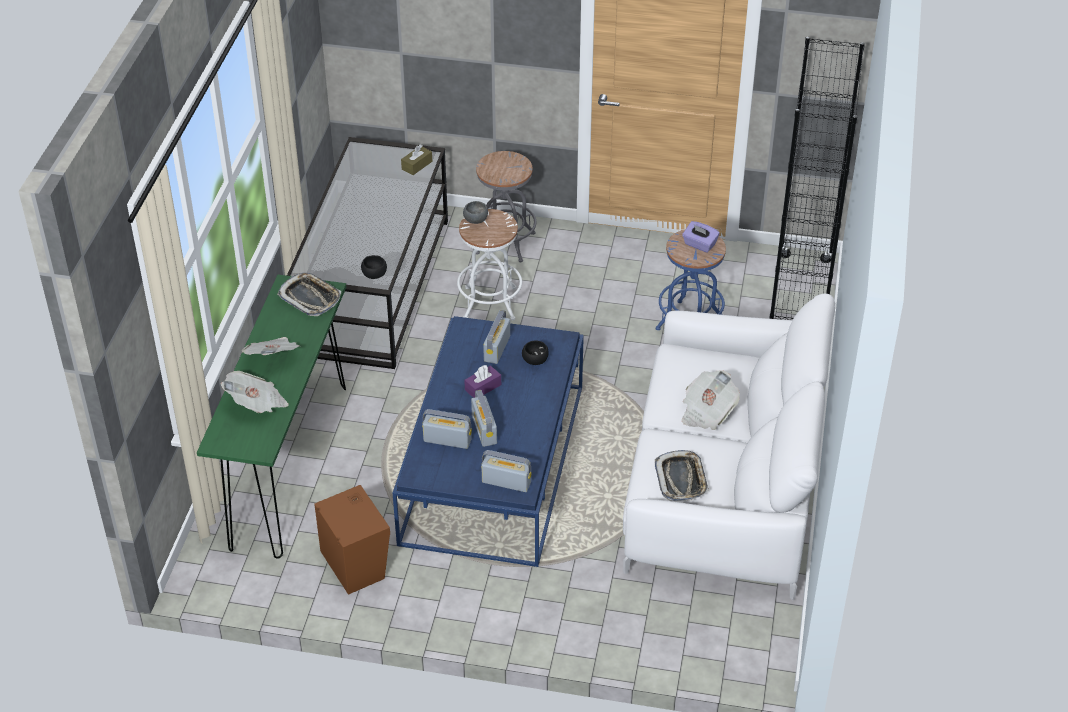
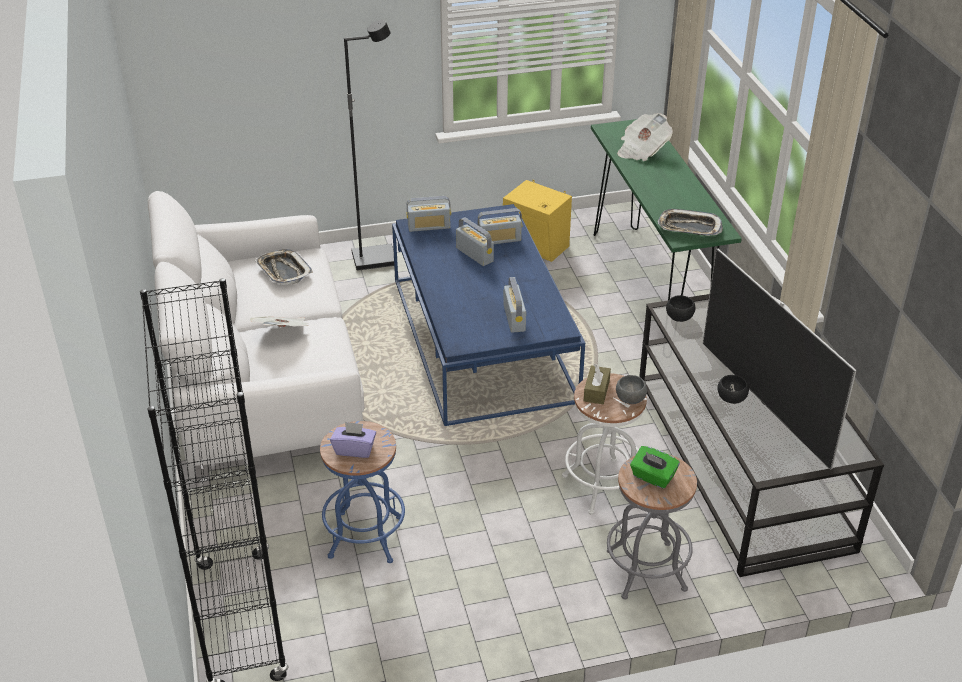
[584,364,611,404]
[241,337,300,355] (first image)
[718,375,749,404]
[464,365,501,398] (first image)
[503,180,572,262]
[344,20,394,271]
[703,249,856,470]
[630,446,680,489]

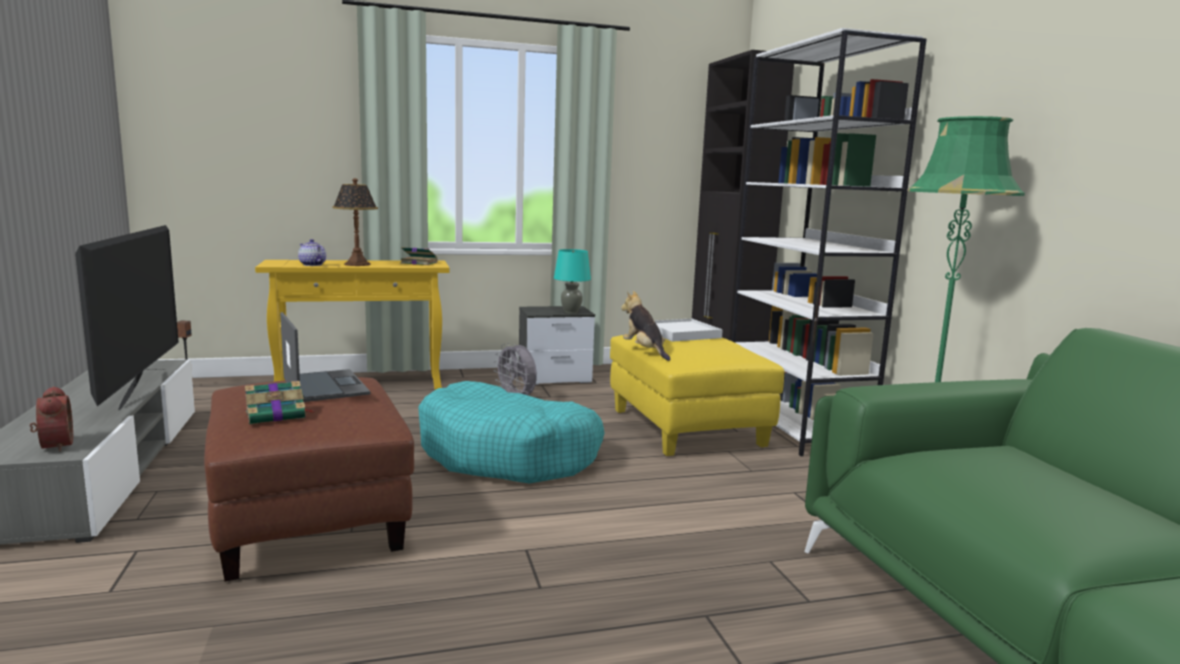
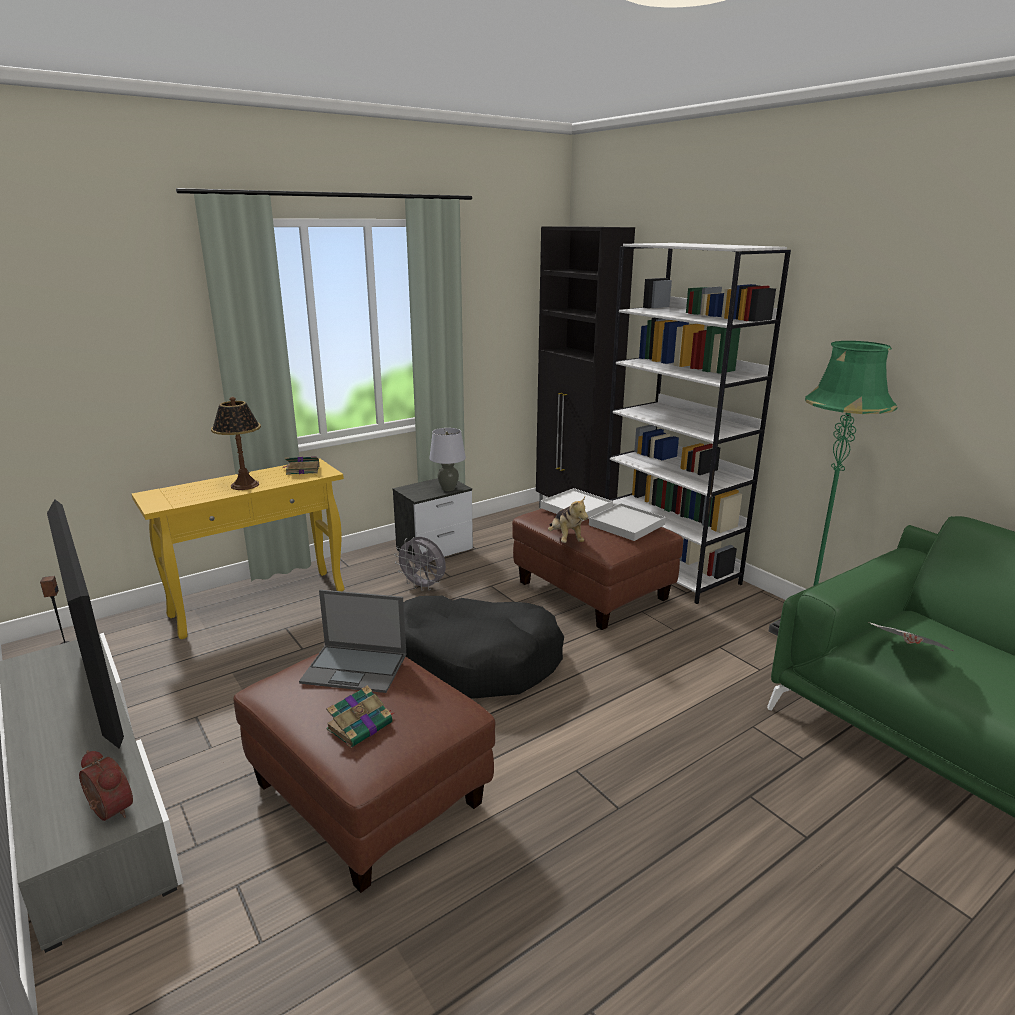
[298,239,326,266] (first image)
[429,428,466,491]
[548,497,588,543]
[299,590,407,693]
[512,509,683,630]
[404,596,564,698]
[589,503,666,541]
[869,622,953,651]

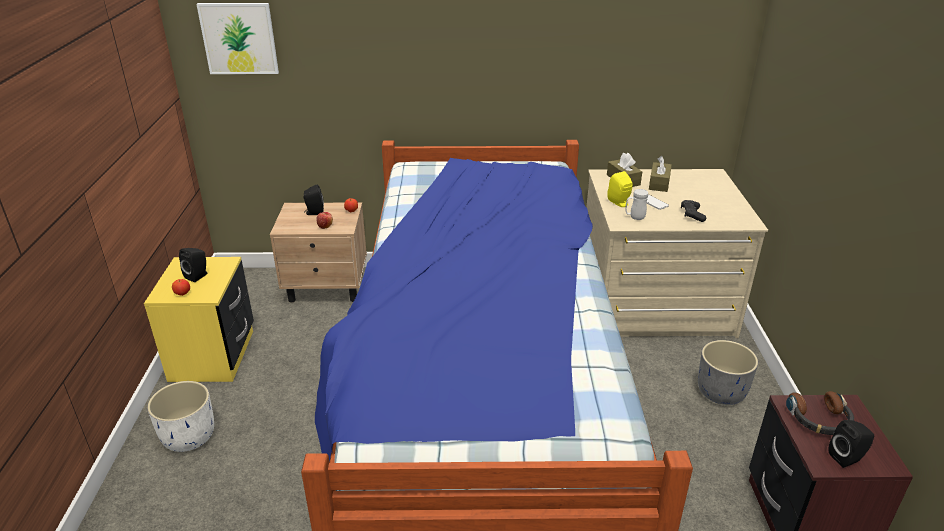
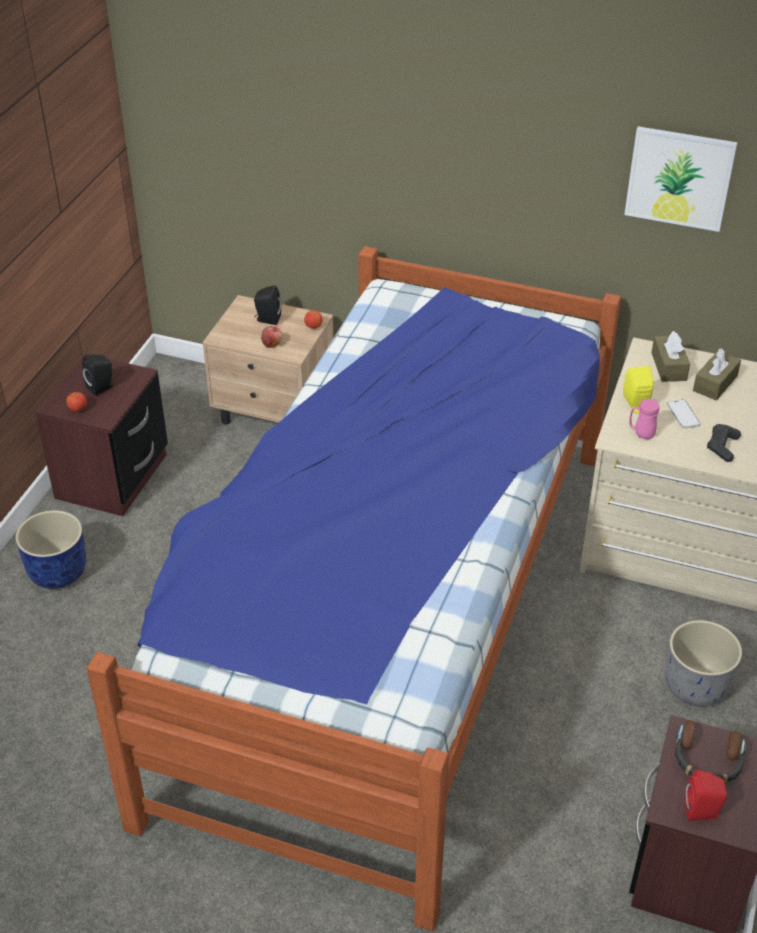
[624,126,737,232]
[629,399,660,439]
[35,354,168,516]
[16,510,86,589]
[684,770,727,821]

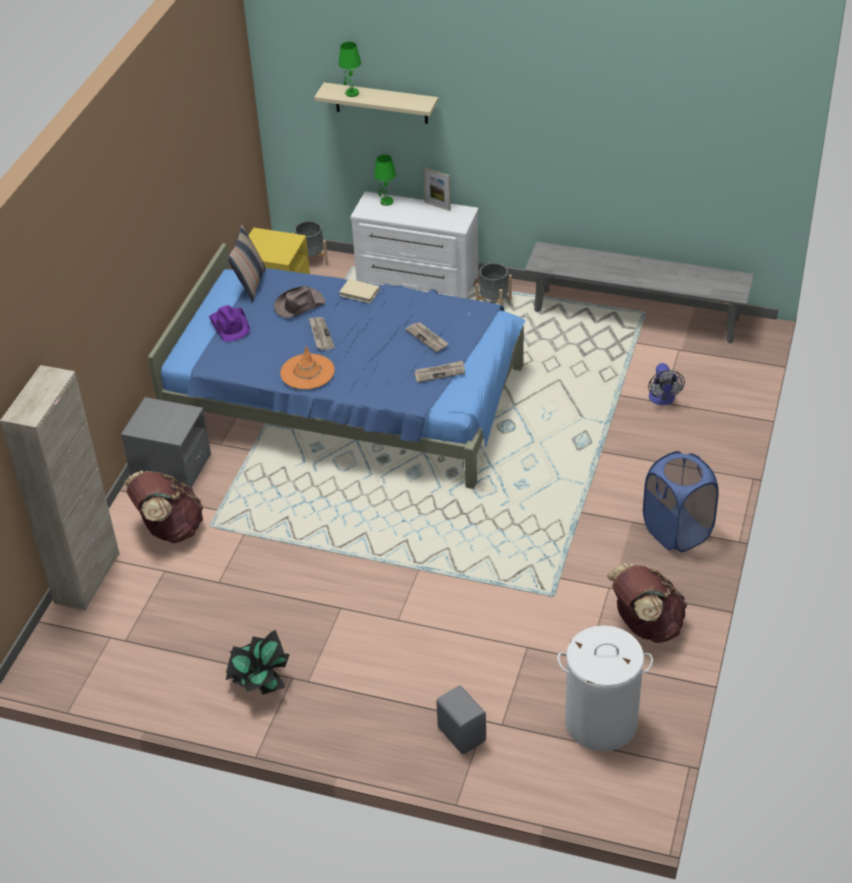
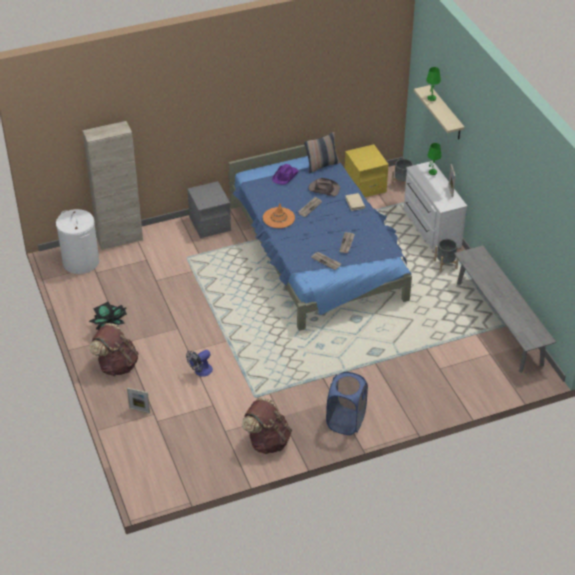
[186,350,213,377]
[89,323,139,376]
[56,209,99,274]
[127,388,150,413]

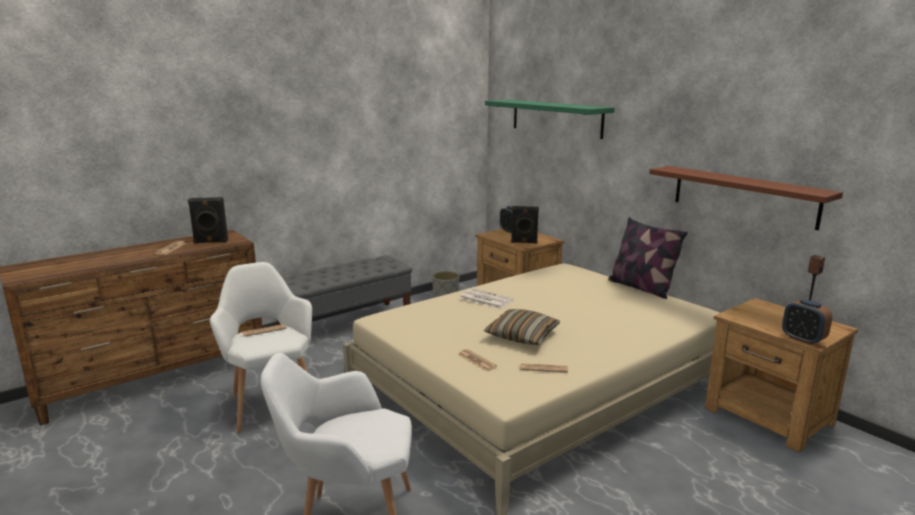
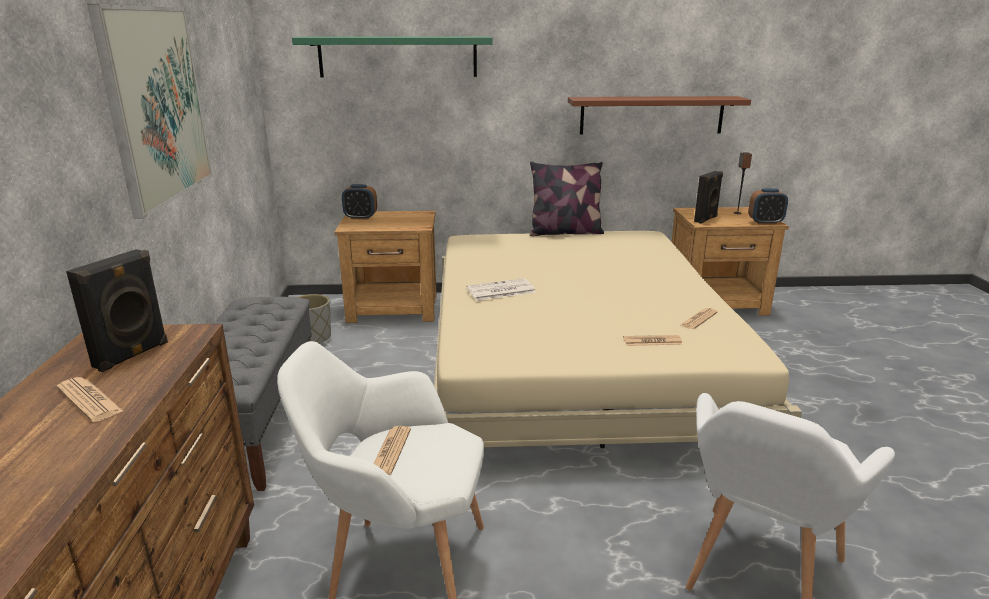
[694,171,723,224]
[484,309,560,345] (first image)
[87,4,213,219]

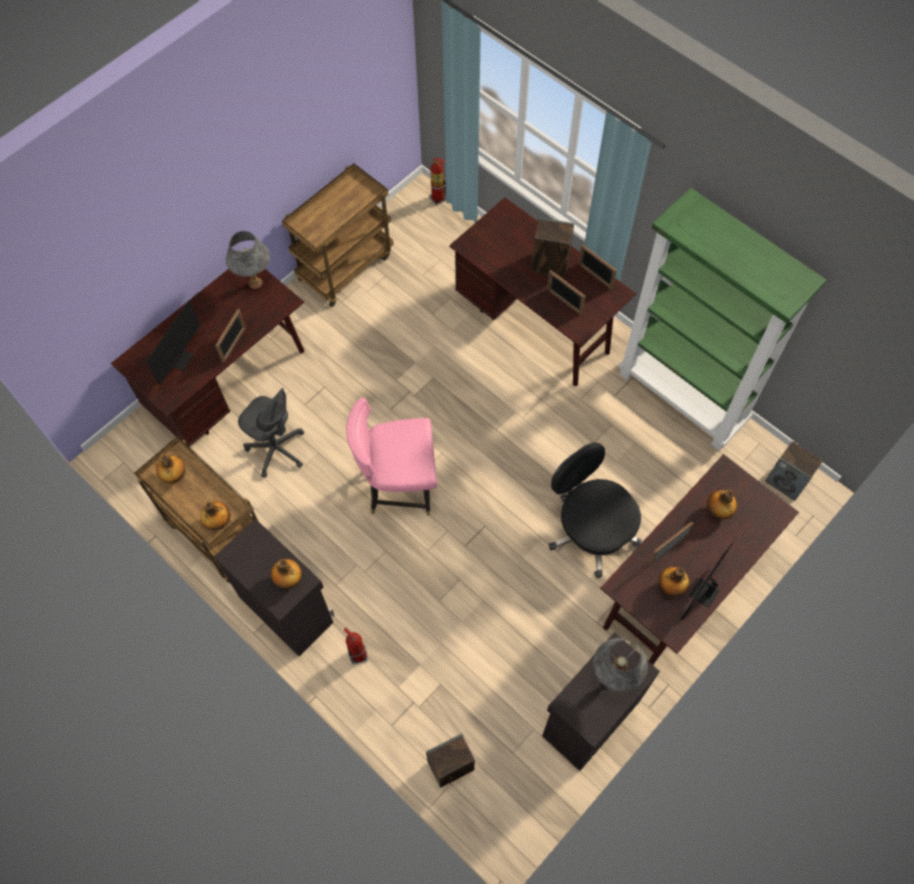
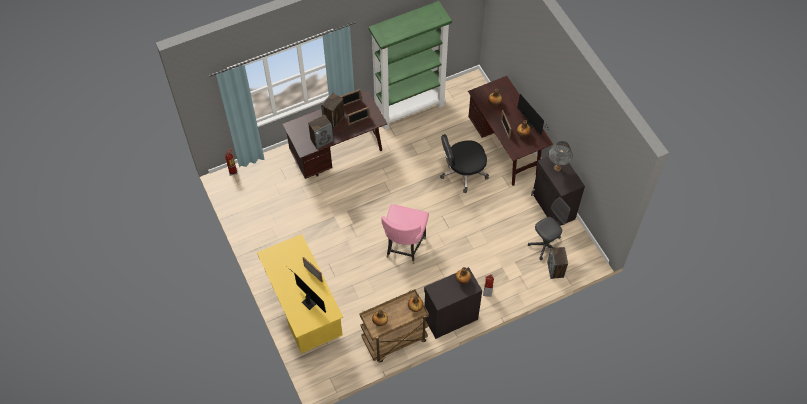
[282,163,394,307] (first image)
[226,231,270,289] (first image)
[257,234,343,354]
[528,197,570,260]
[308,115,333,149]

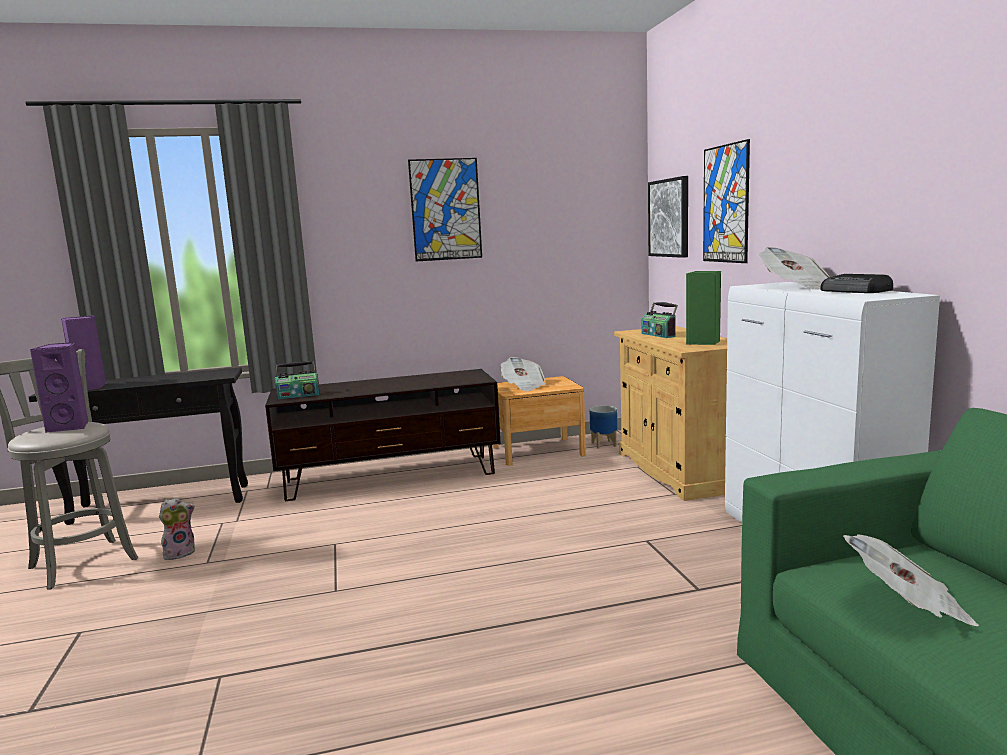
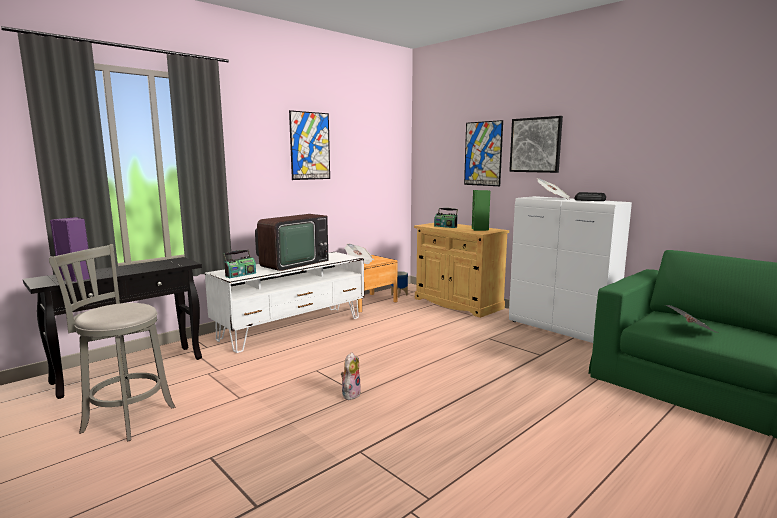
[509,116,563,173]
[29,342,89,433] (first image)
[205,252,364,353]
[341,352,361,400]
[255,214,329,271]

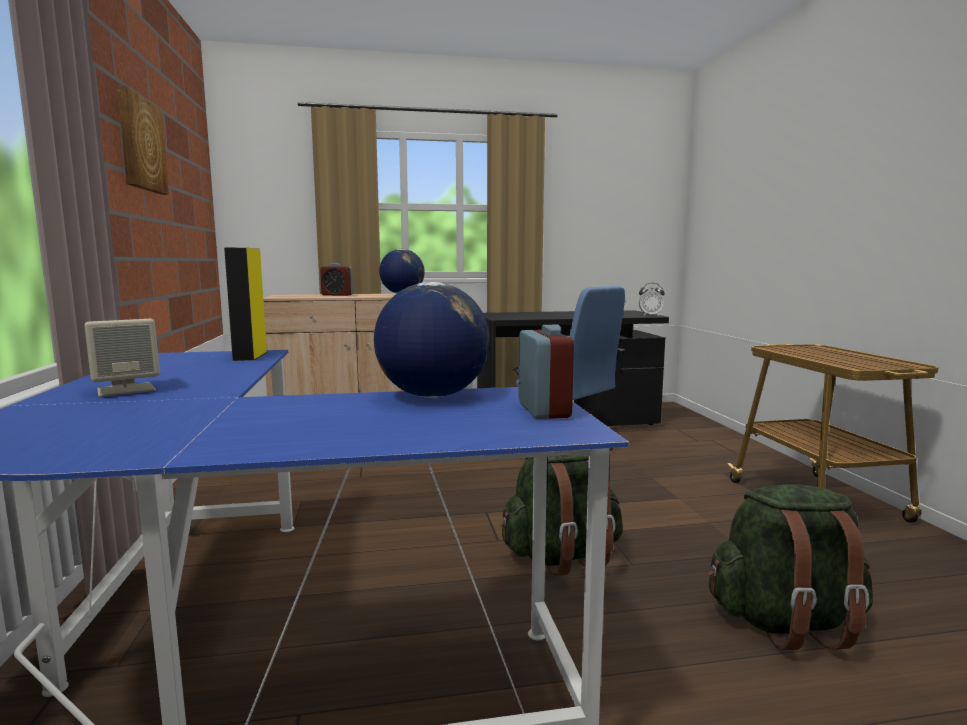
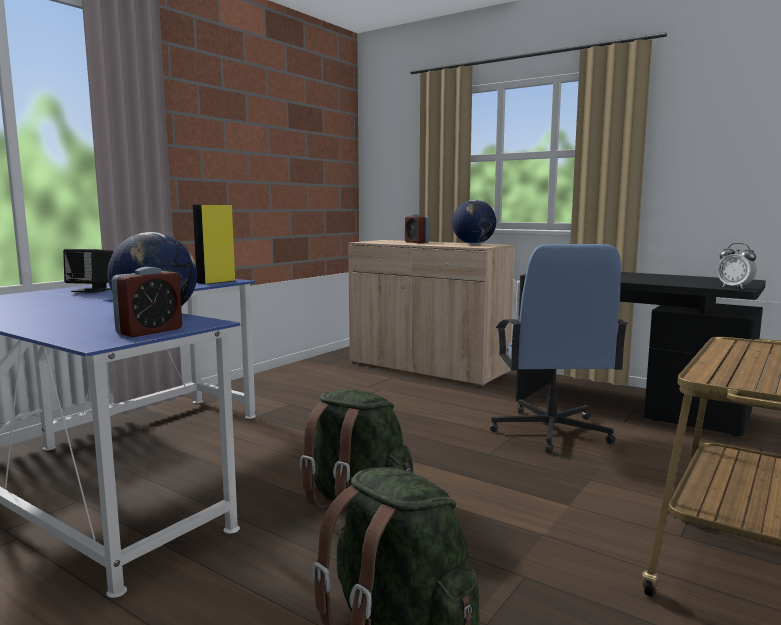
[117,85,169,195] (first image)
[63,249,114,293]

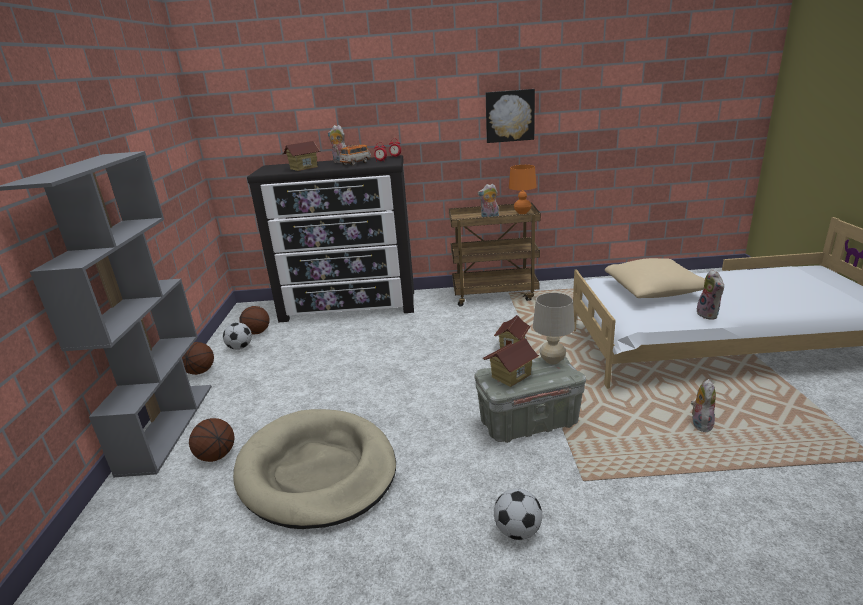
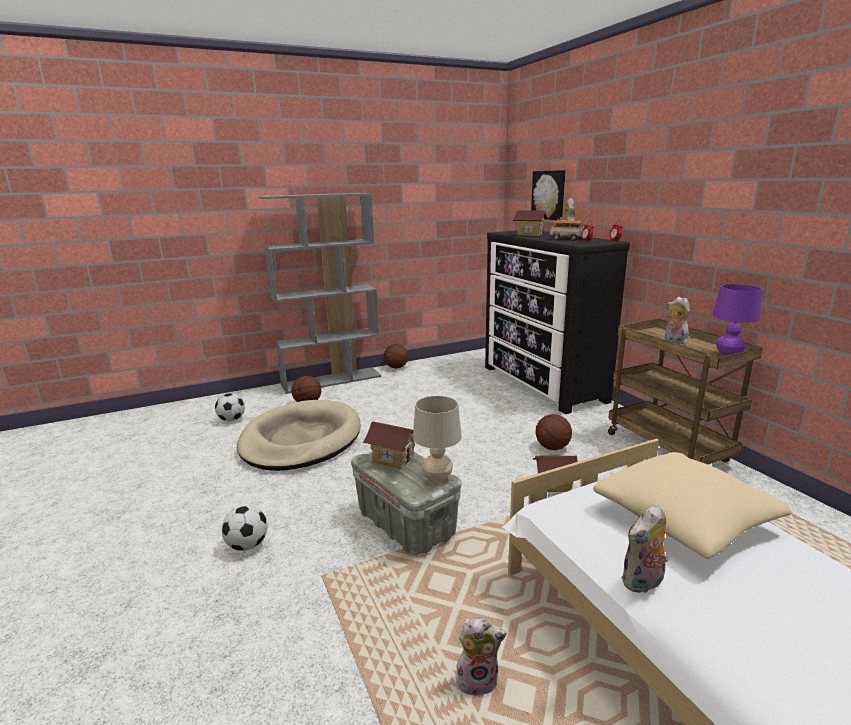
[531,170,565,220]
[713,284,762,356]
[535,414,572,450]
[215,393,245,422]

